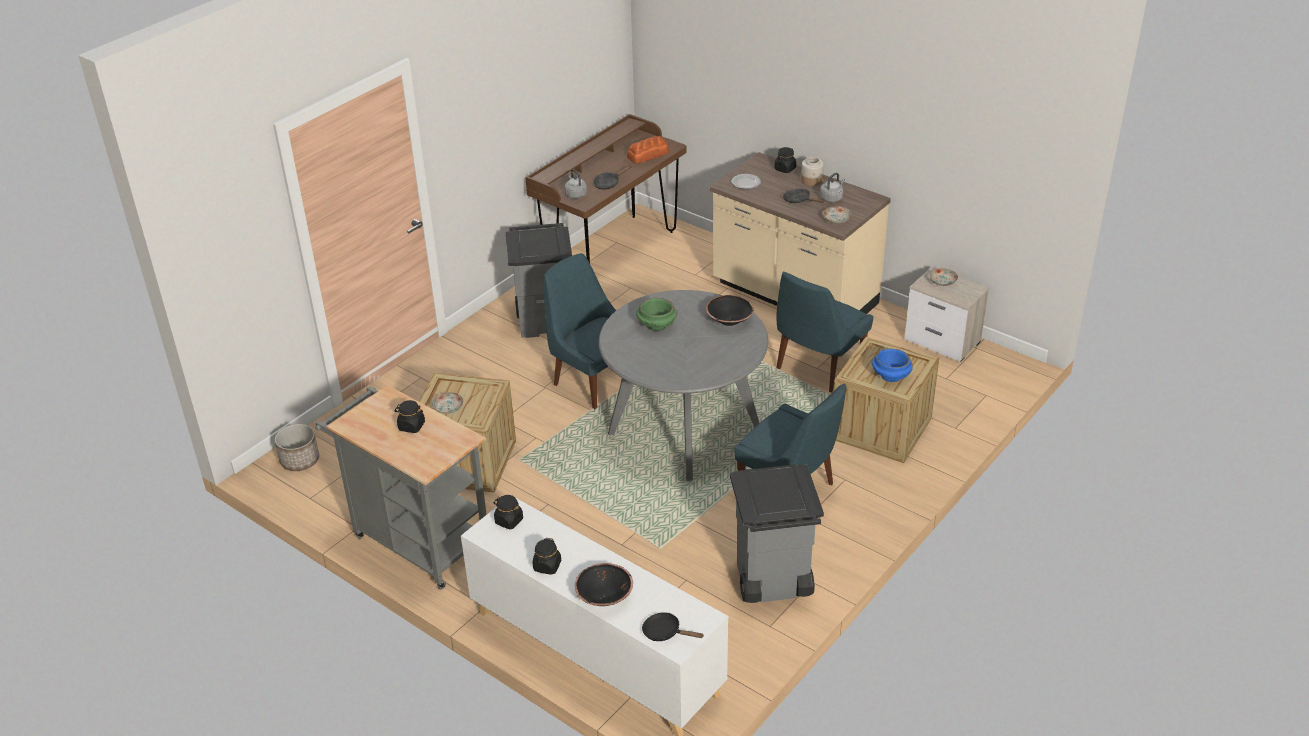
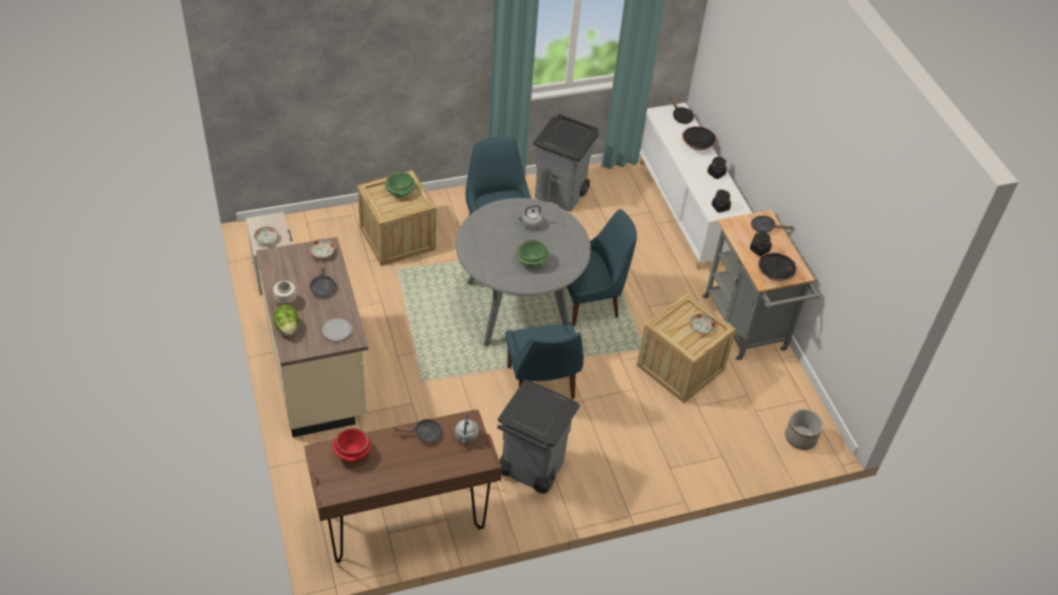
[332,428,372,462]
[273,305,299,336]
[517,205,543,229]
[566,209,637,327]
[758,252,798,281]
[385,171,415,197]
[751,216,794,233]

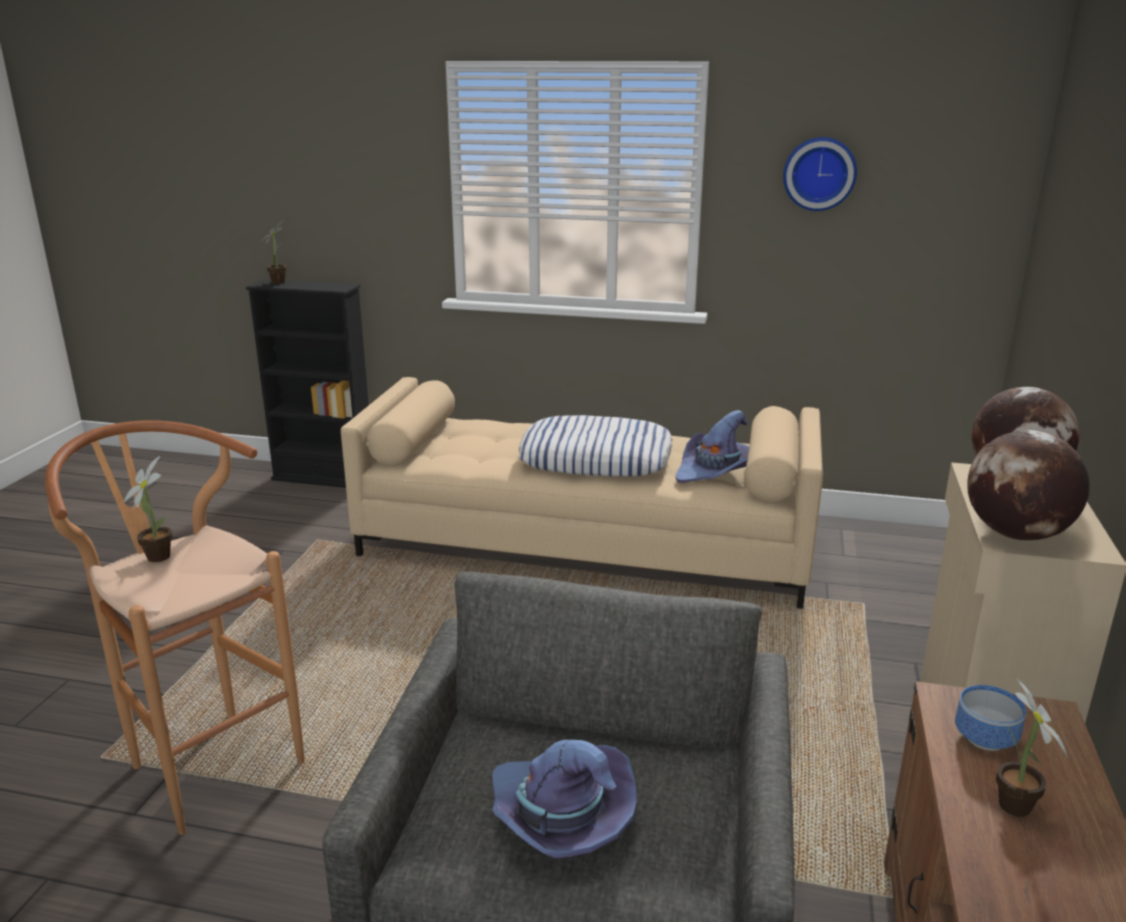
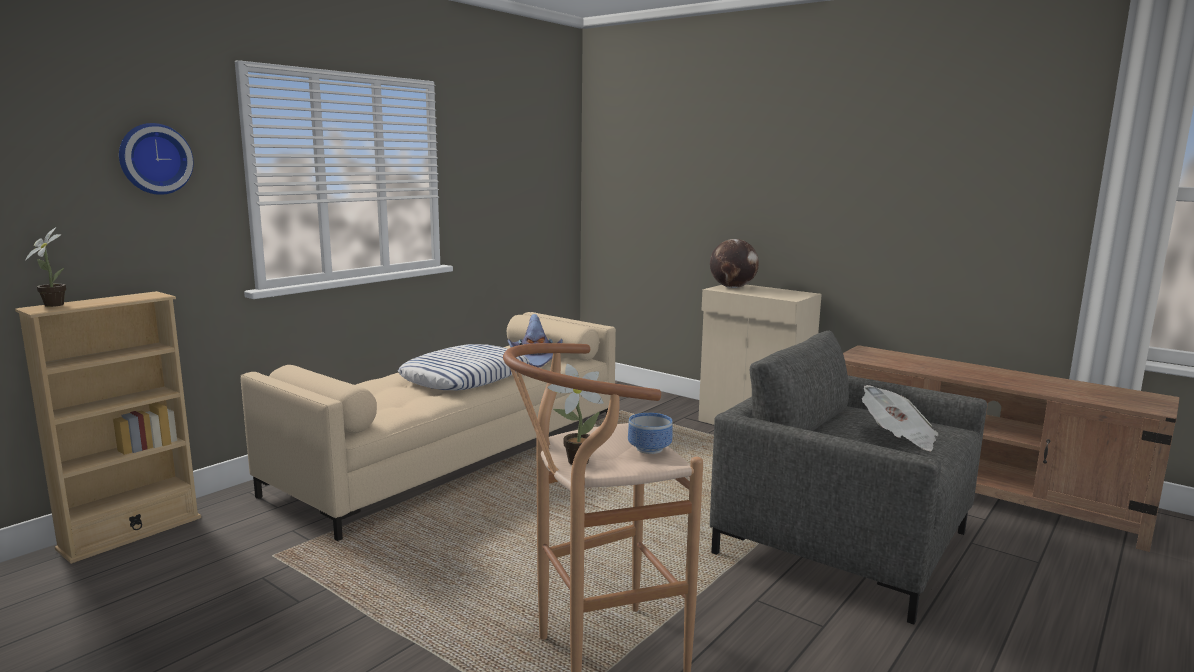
[119,123,194,195]
[15,291,201,564]
[967,430,1090,541] (first image)
[996,677,1068,817] (first image)
[628,413,673,454]
[862,385,939,451]

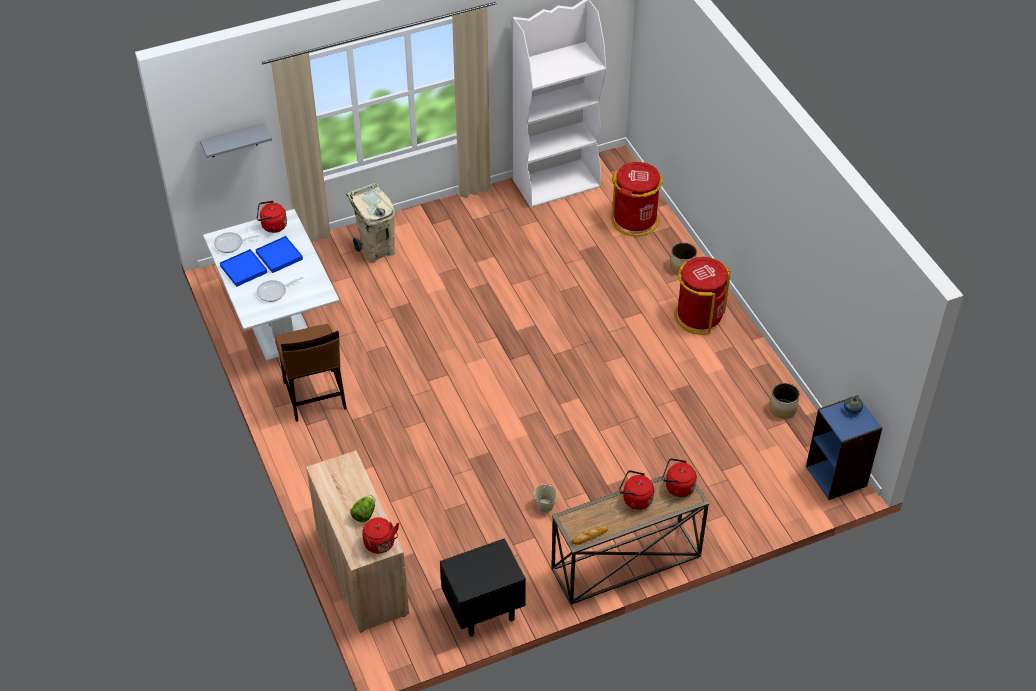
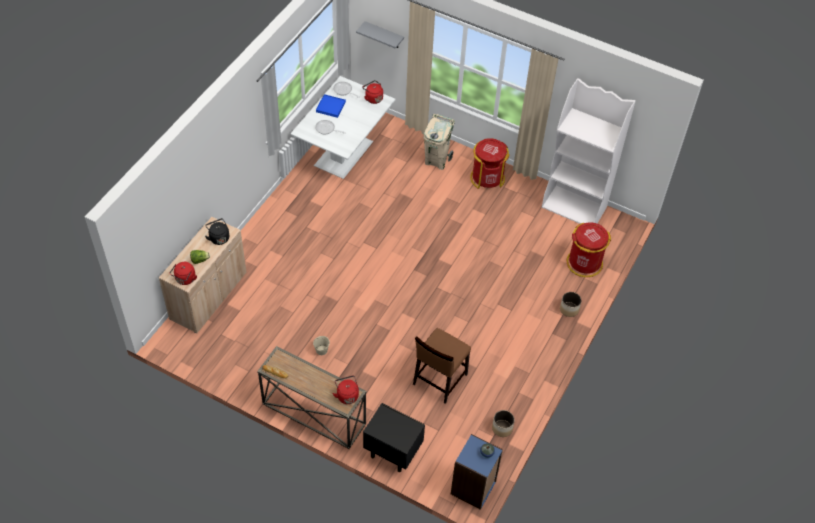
[256,236,303,273] (first image)
[470,138,509,189]
[413,328,471,404]
[619,470,654,510] (first image)
[363,403,425,472]
[205,218,229,245]

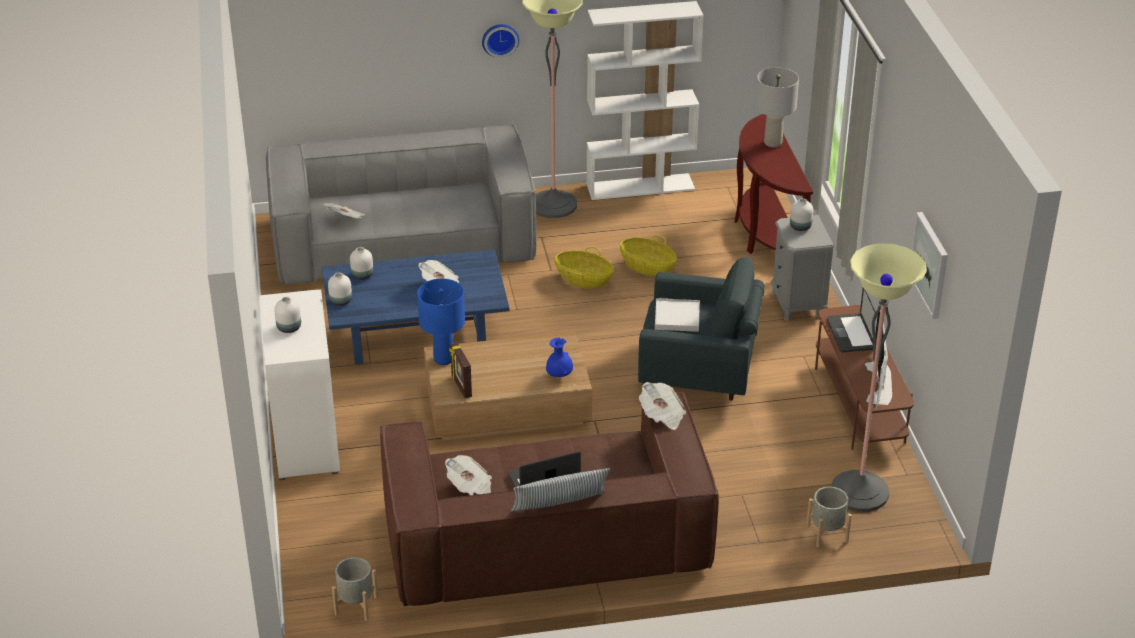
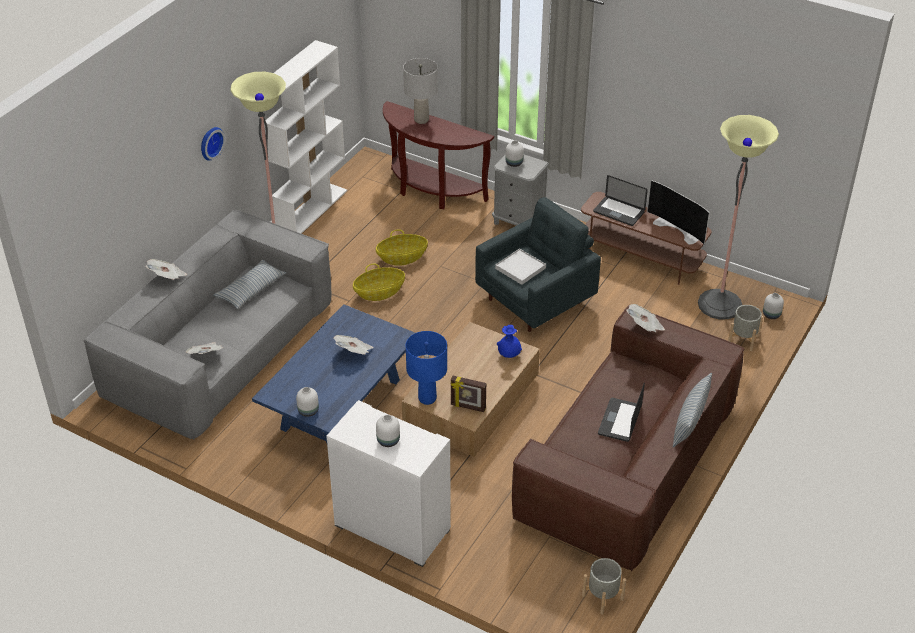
[912,212,948,319] (first image)
[763,293,784,319]
[146,259,187,280]
[214,260,286,309]

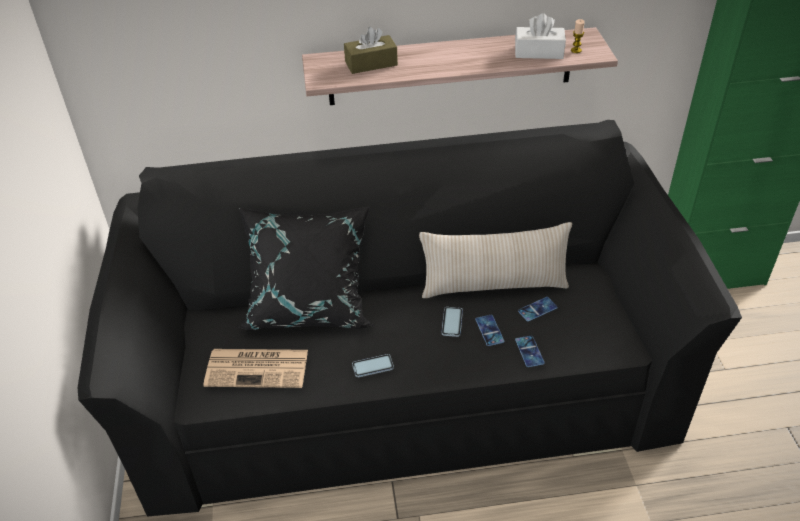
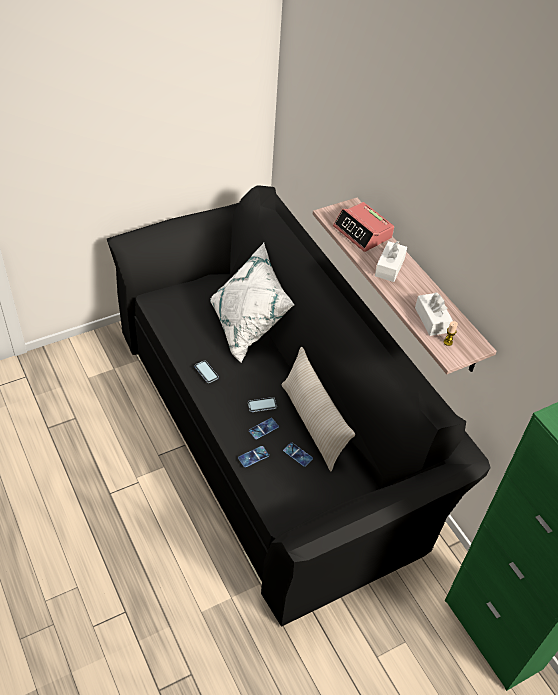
[333,202,394,252]
[210,243,294,362]
[203,349,308,388] (first image)
[375,241,407,282]

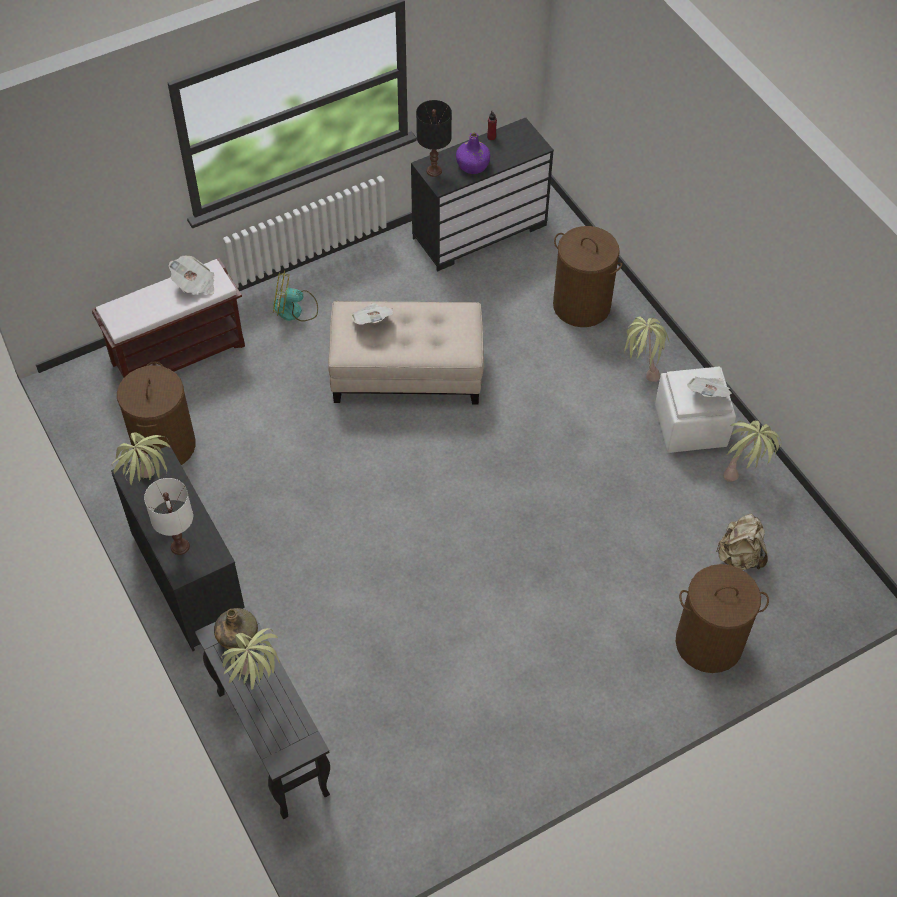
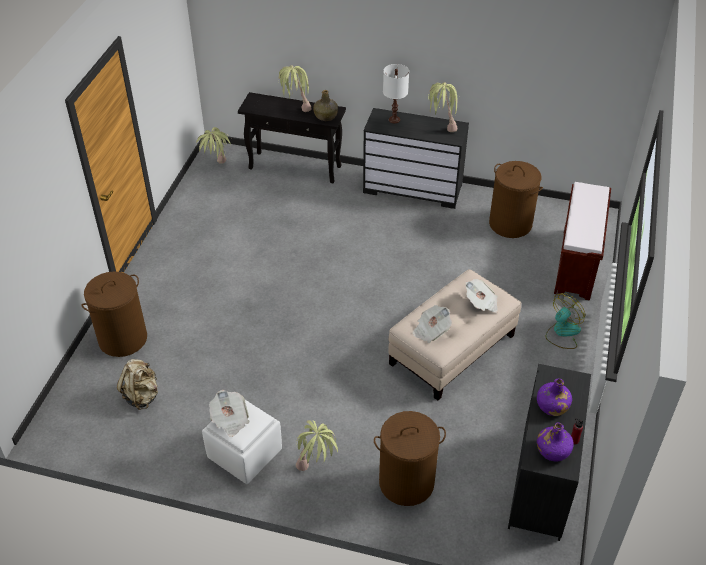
[416,100,452,177] (first image)
[412,305,452,343]
[196,127,231,164]
[537,423,574,461]

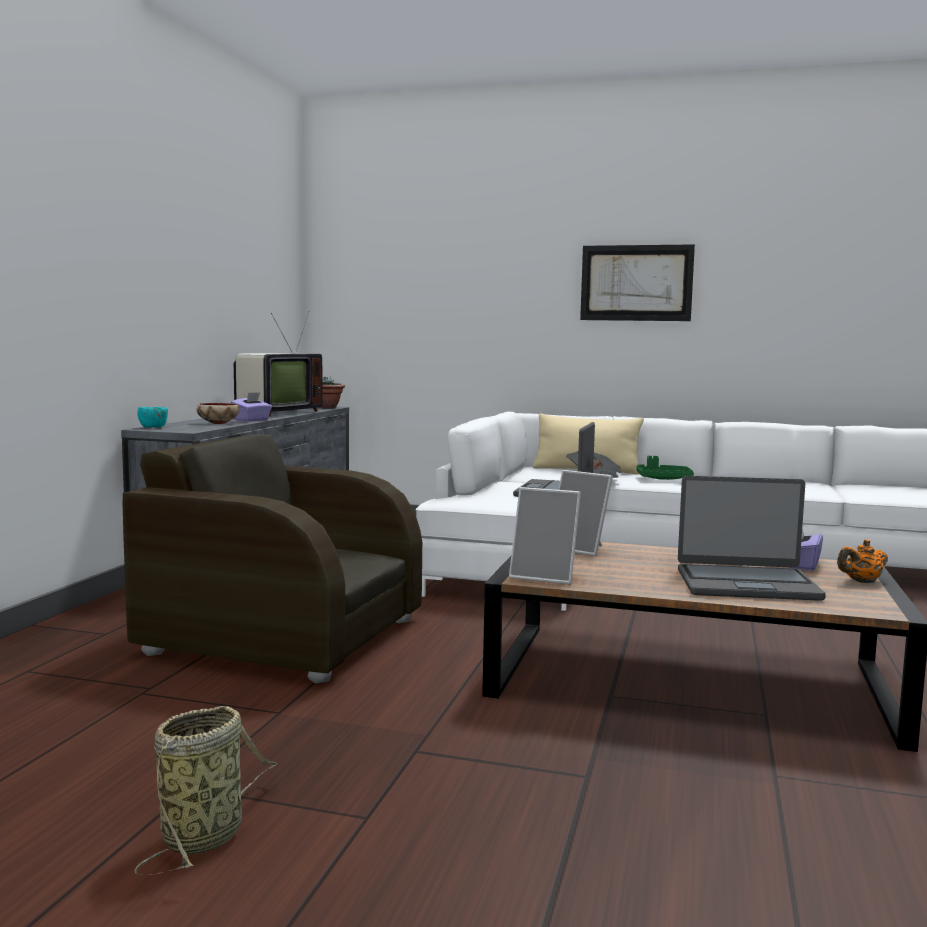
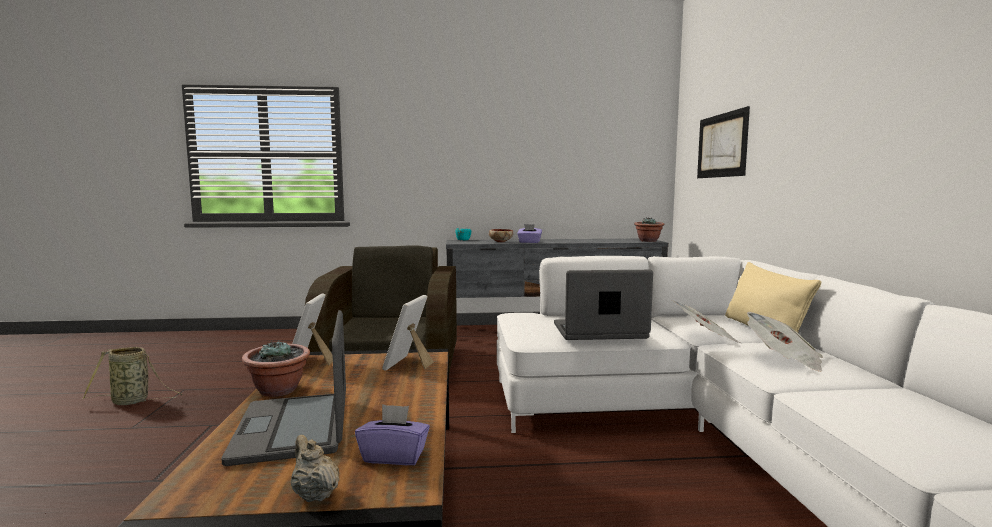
[697,106,750,178]
[234,311,323,417] (first image)
[747,312,823,372]
[291,435,340,502]
[242,340,310,397]

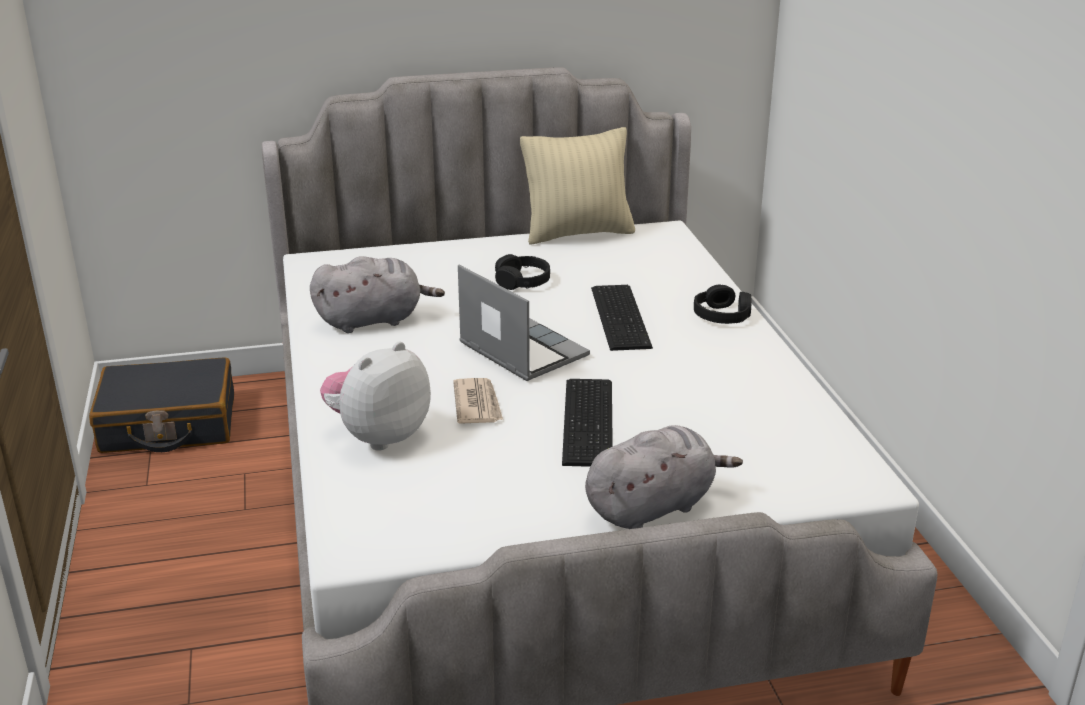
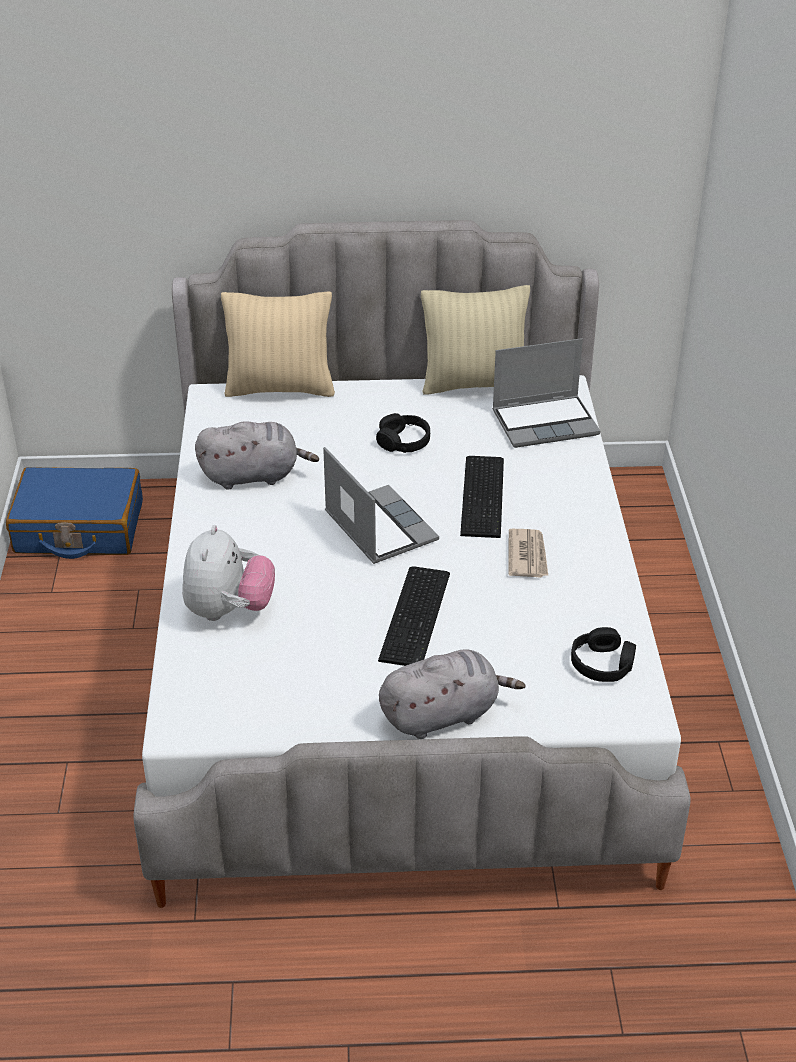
[571,627,636,682]
[182,525,275,621]
[6,467,143,559]
[508,529,548,578]
[221,291,335,397]
[492,338,600,448]

